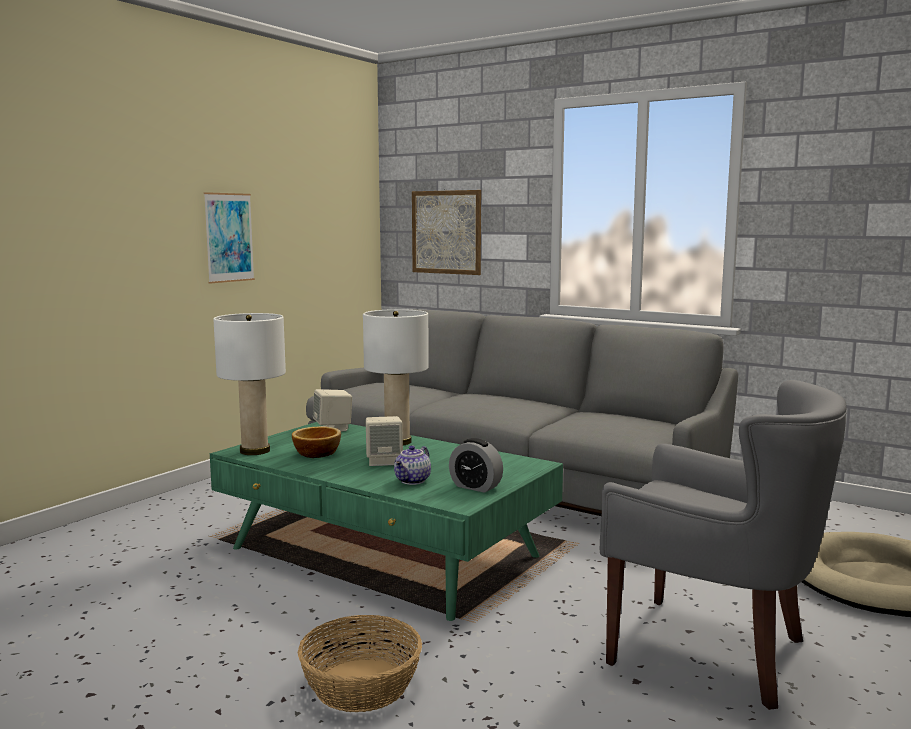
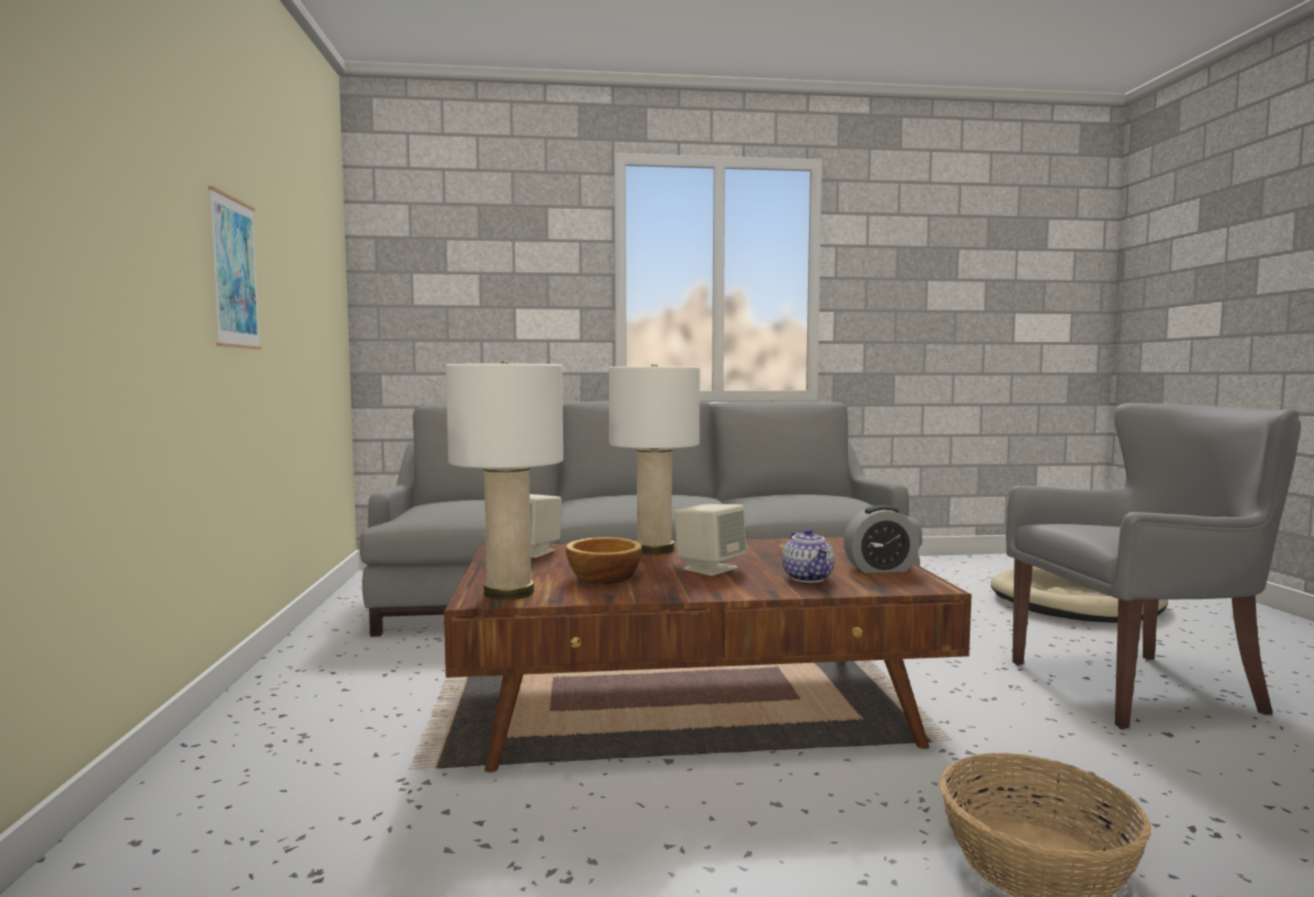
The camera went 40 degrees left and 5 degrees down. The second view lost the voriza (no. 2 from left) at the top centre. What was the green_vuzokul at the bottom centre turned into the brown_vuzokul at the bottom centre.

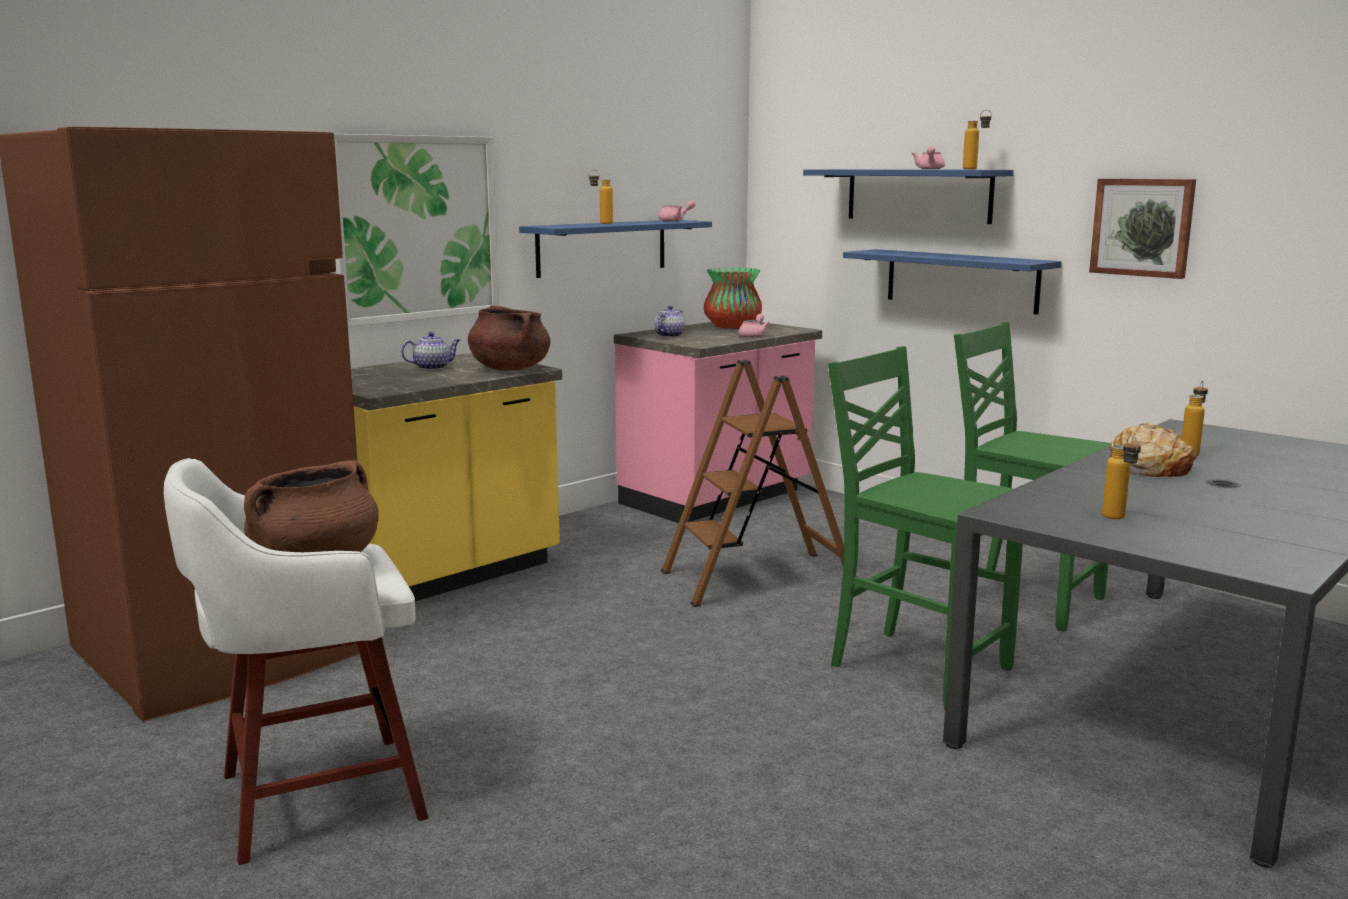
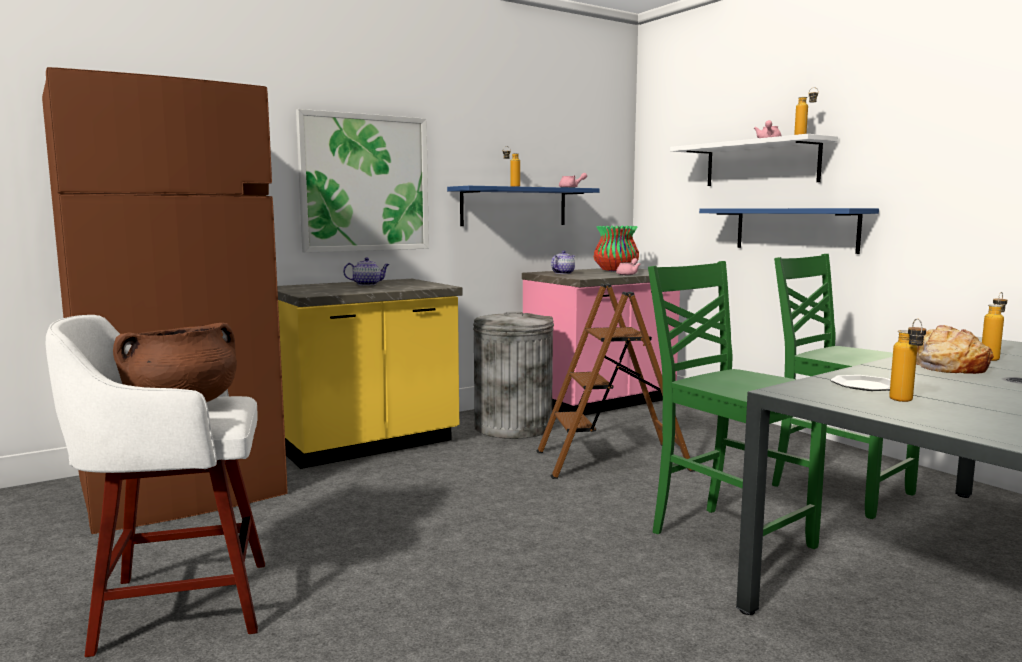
The camera went 10 degrees right and 5 degrees down. What was the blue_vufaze (no. 2 from left) at the top right turned into the white_vufaze at the top right. The second view lost the voriza (no. 2 from left) at the top right. The second view lost the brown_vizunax (no. 2 from left) at the centre. The second view gained the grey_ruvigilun at the centre. The second view gained the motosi at the middle right.

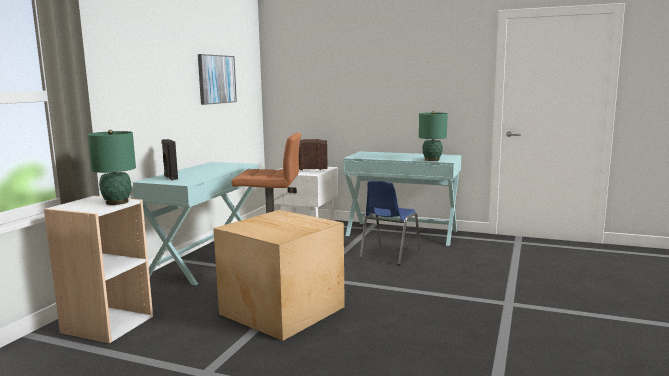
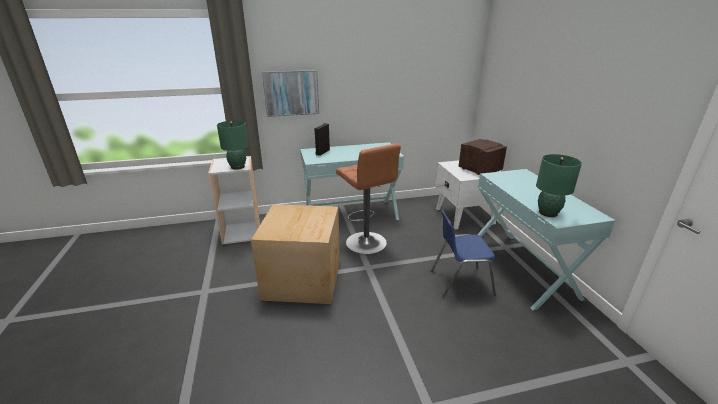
The camera went 55 degrees right and 15 degrees up. The voriza ended up elsewhere, having gone from the top left to the top centre.

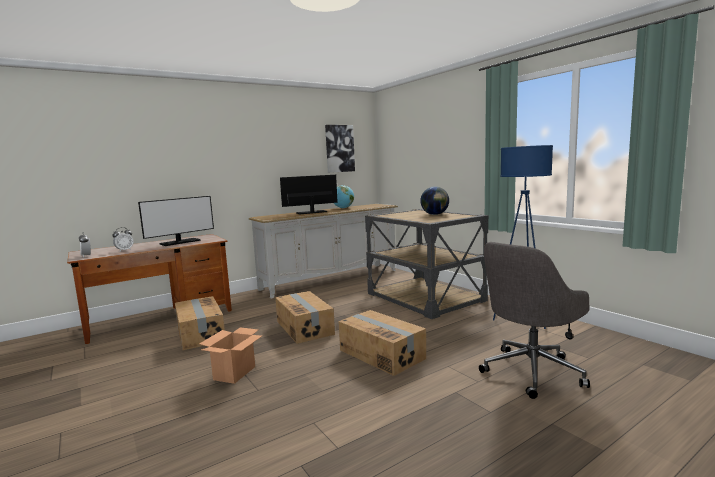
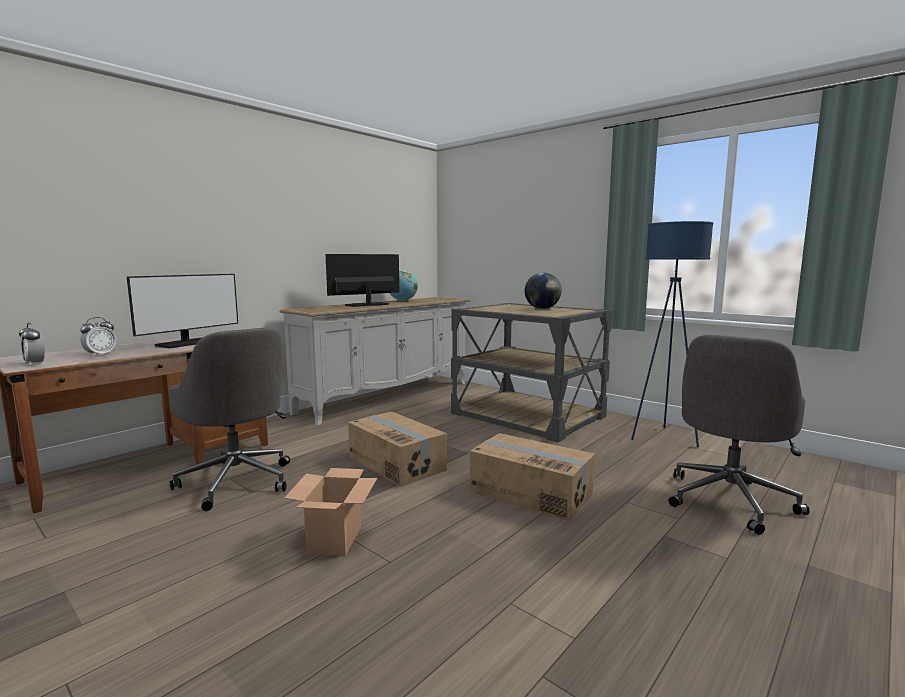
The camera went 15 degrees left and 0 degrees up. The second view lost the voriza at the top centre. Where the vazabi (no. 1 from left) stood at the bottom left, the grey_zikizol (no. 1 from left) came to stand at the middle left.

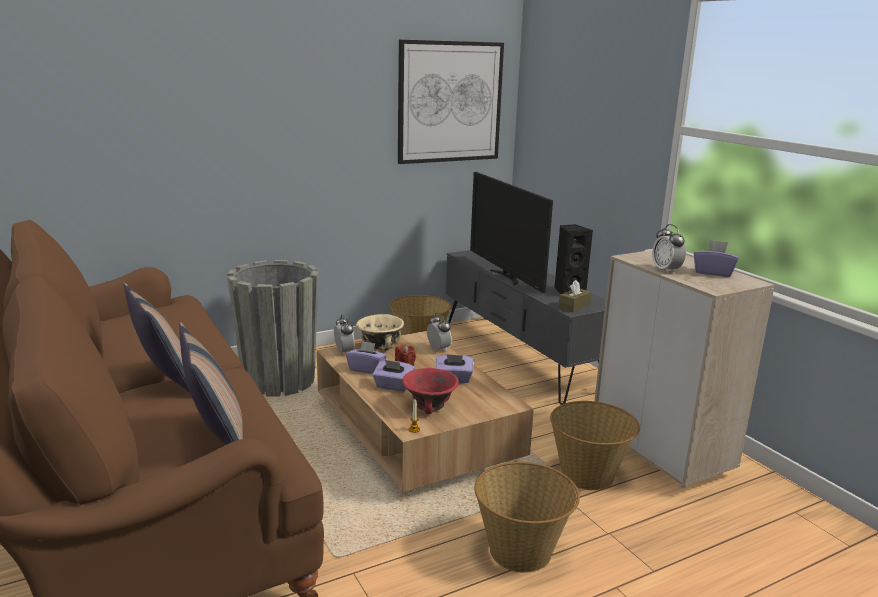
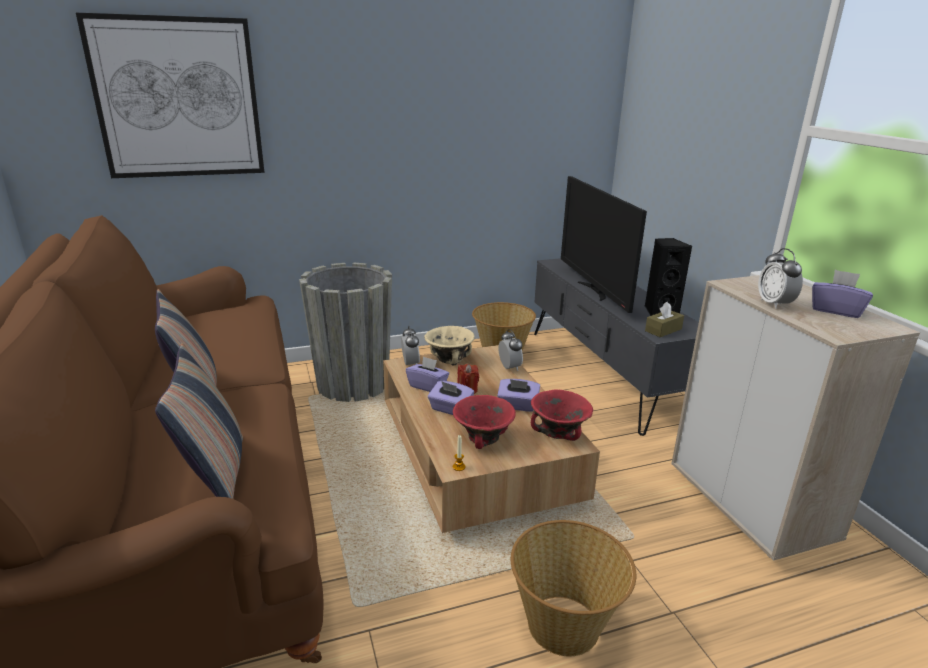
The camera went 10 degrees right and 5 degrees up. The voriza ended up elsewhere, having gone from the top centre to the top left. The second view lost the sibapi (no. 3 from left) at the bottom right. The second view gained the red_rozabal (no. 2 from left) at the centre.

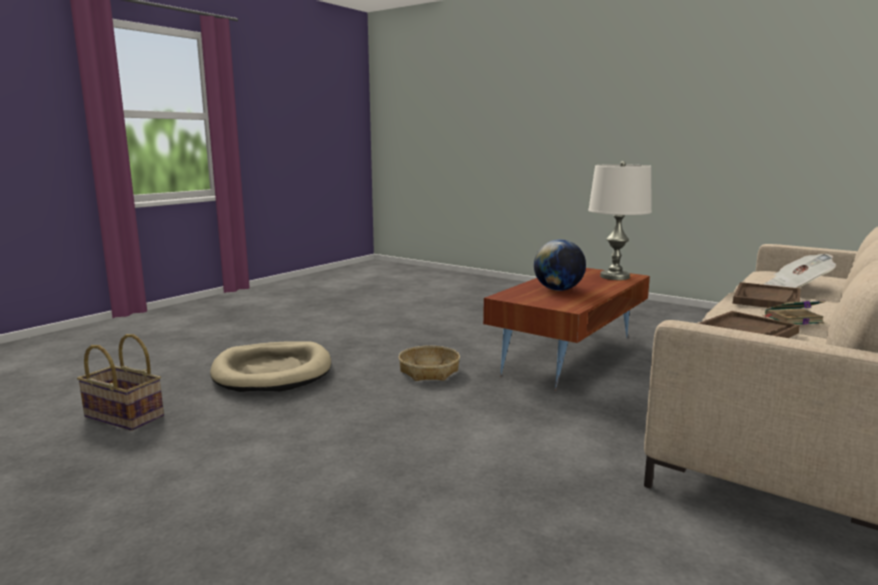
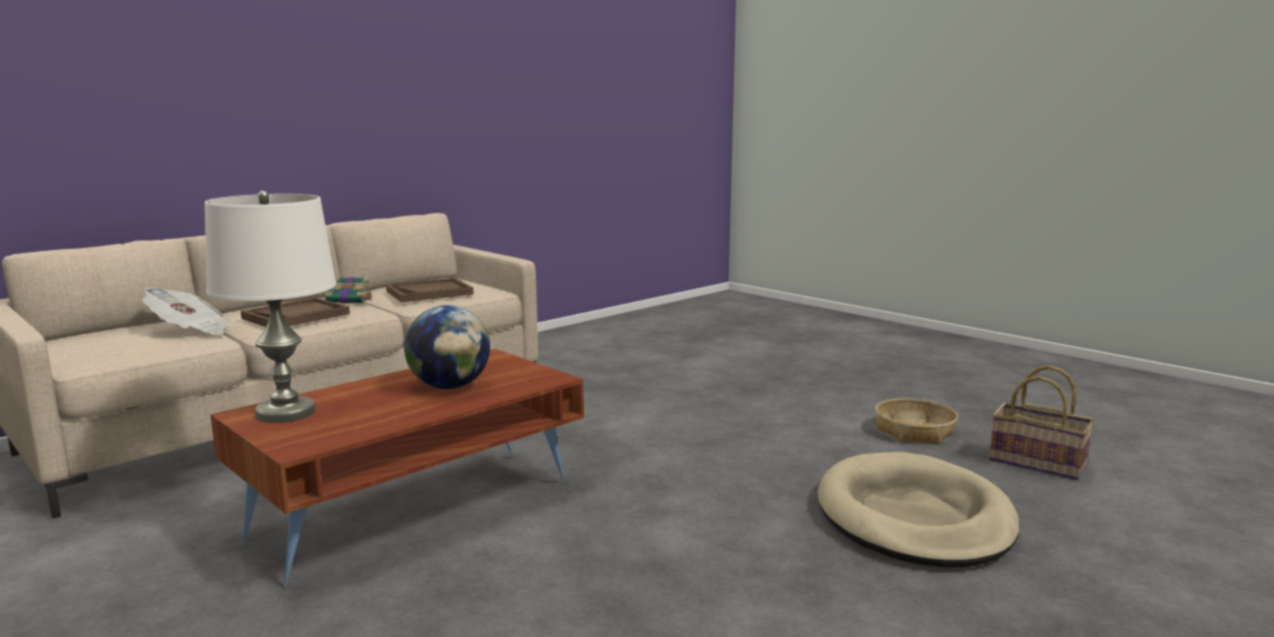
The camera went 170 degrees left and 0 degrees up. The sibapi (no. 2 from left in the first image) ended up elsewhere, having gone from the centre to the middle right.

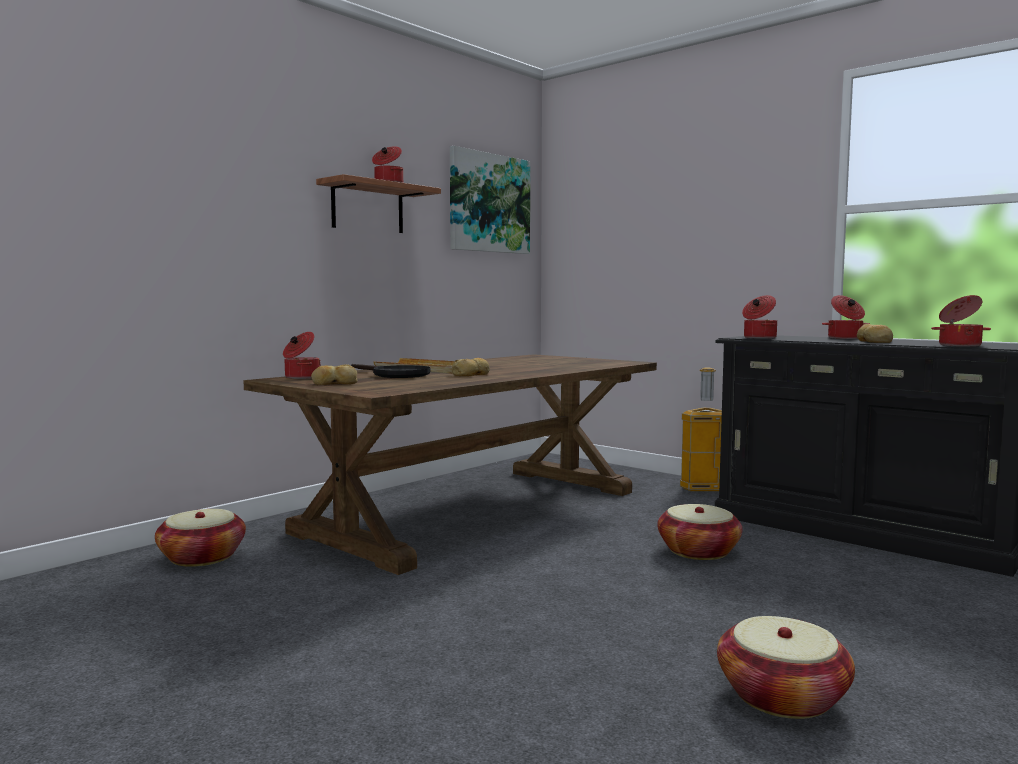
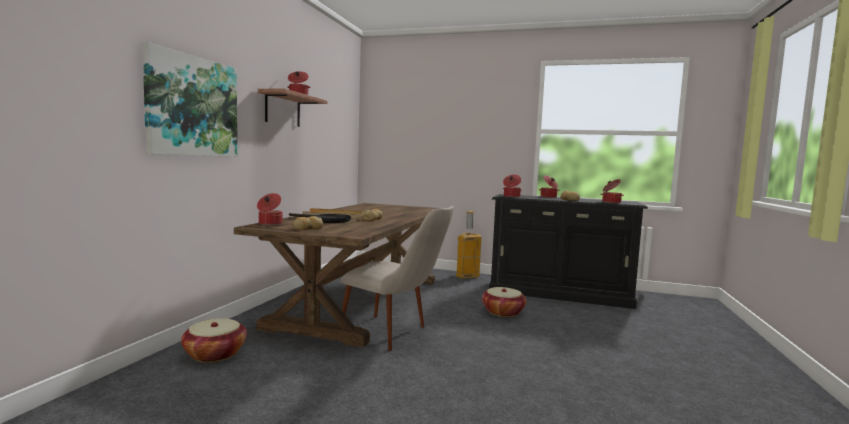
The camera went 25 degrees left and 0 degrees up. The voriza ended up elsewhere, having gone from the top centre to the top left. The second view lost the sibapi (no. 3 from left) at the bottom right. The second view gained the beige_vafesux at the centre.

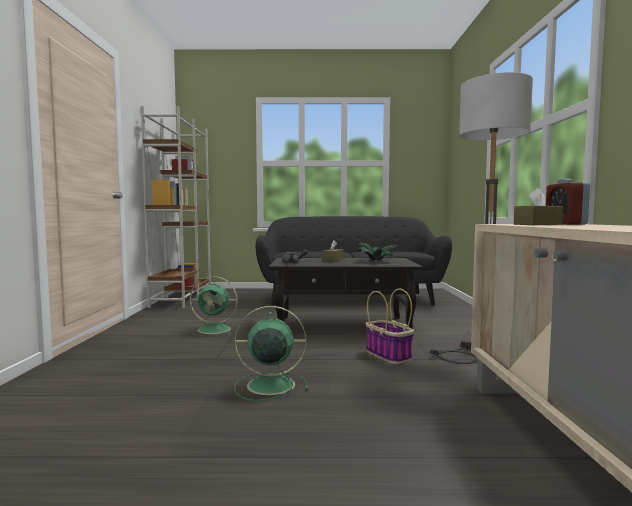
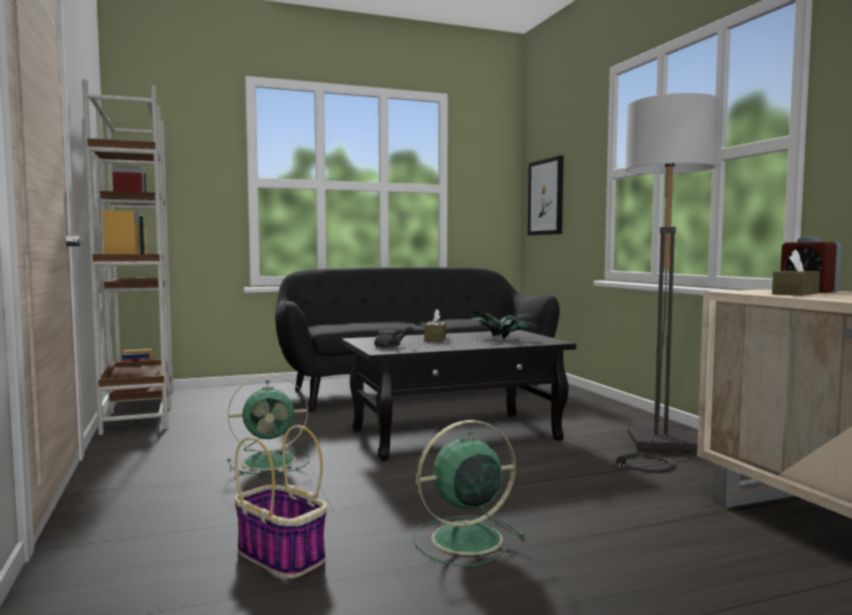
The camera went 20 degrees left and 0 degrees up. The sibapi ended up elsewhere, having gone from the centre to the bottom left. The second view gained the voriza at the top centre.

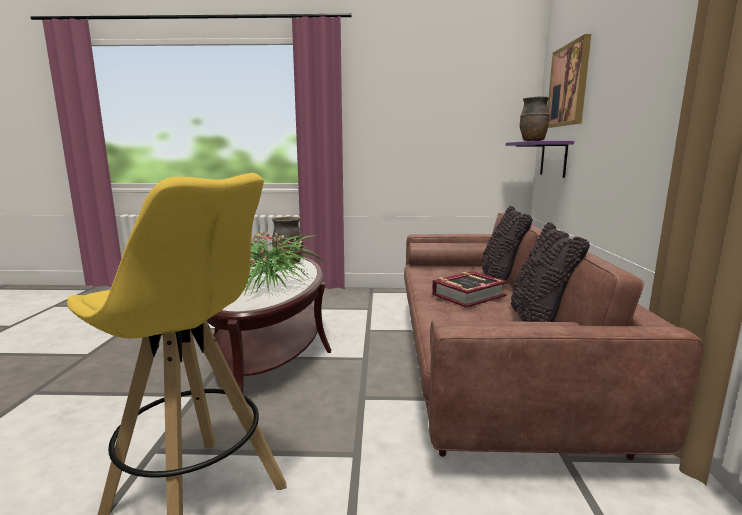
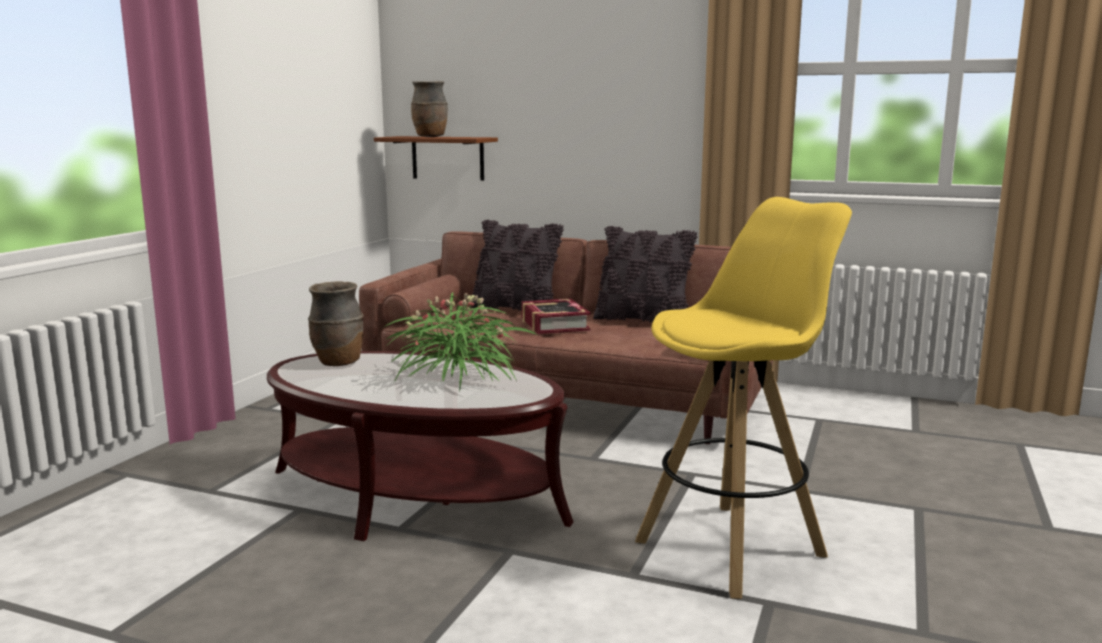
The camera went 70 degrees left and 0 degrees up. The second view lost the voriza at the top right. What was the purple_vufaze at the top right turned into the brown_vufaze at the top centre.

